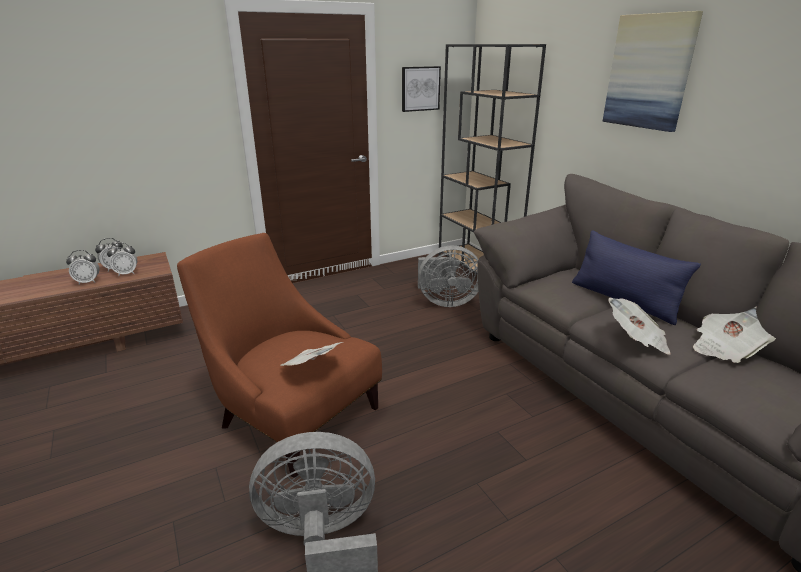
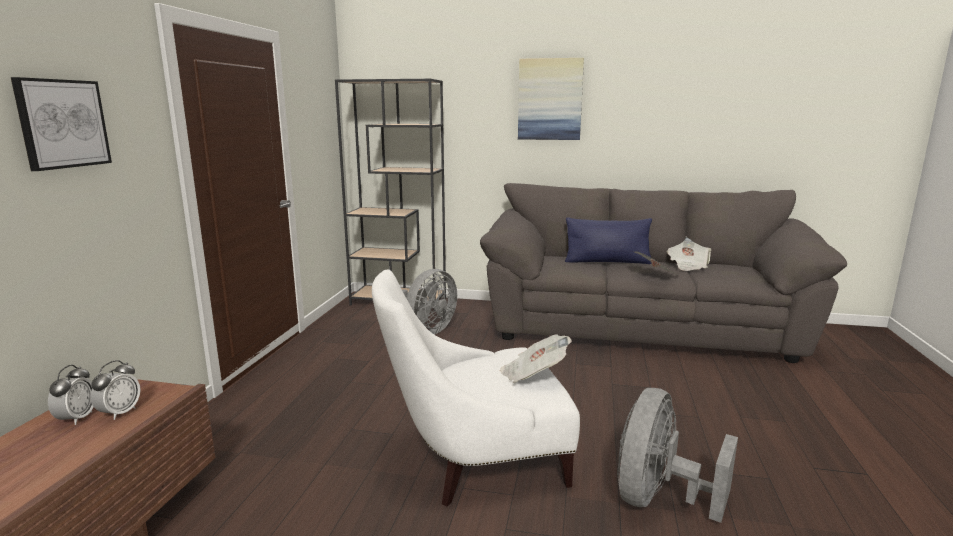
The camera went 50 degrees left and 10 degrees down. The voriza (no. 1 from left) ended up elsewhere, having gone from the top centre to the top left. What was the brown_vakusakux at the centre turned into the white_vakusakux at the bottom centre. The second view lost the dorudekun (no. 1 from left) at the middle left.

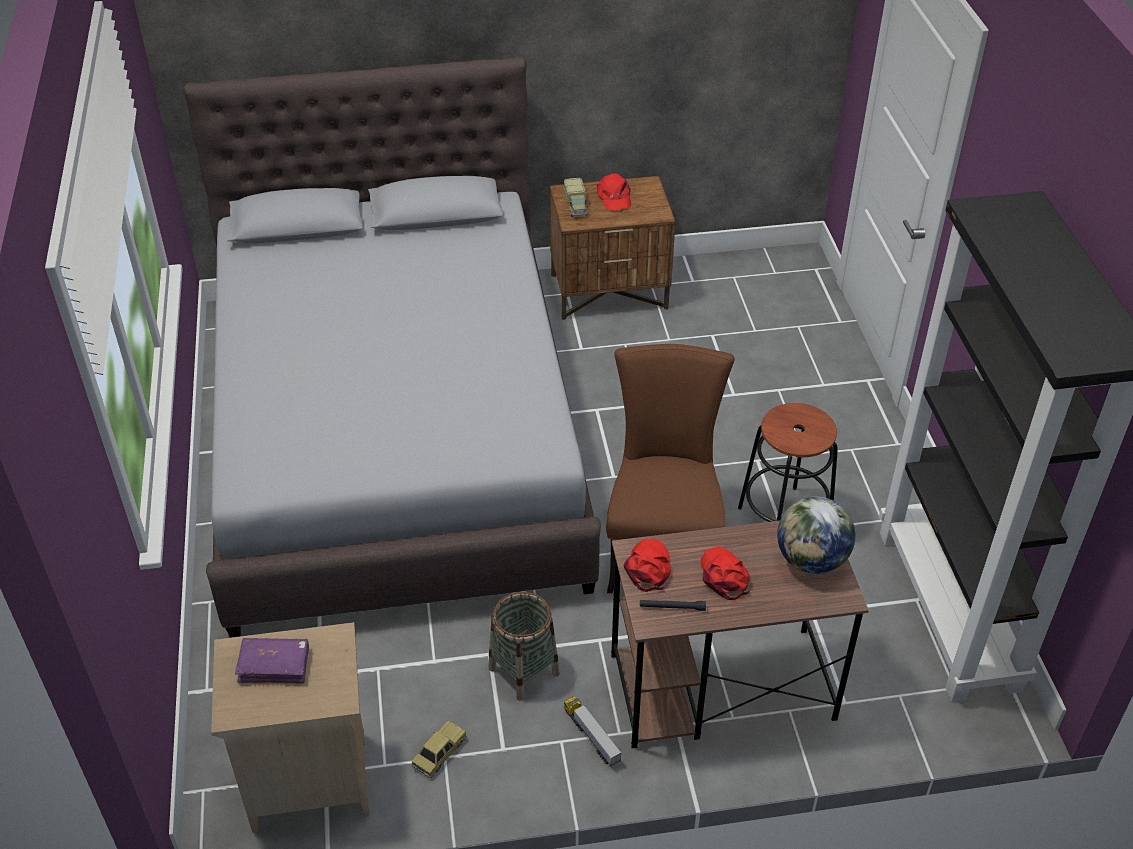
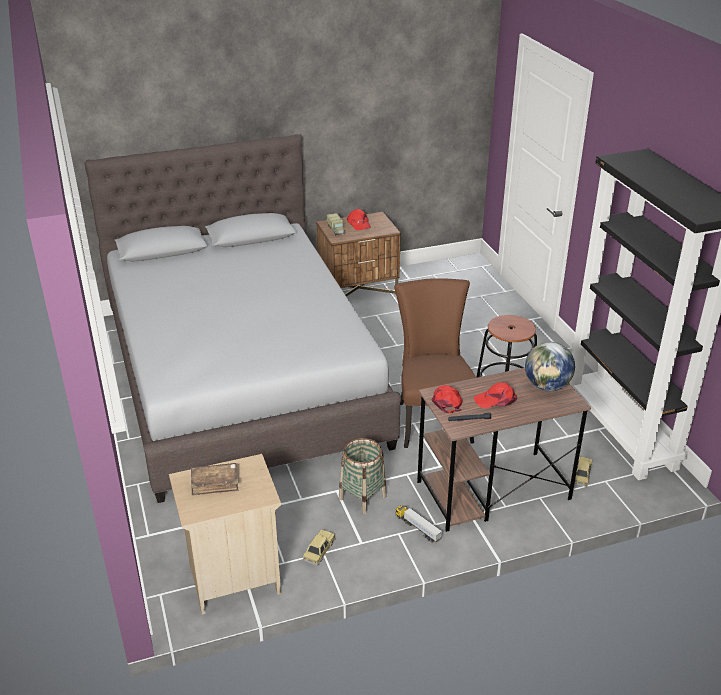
The camera went 10 degrees left and 10 degrees down. The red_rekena (no. 3 from left) at the bottom centre ended up facing another way, 75 degrees counterclockwise from before. What was the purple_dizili at the bottom left turned into the brown_dizili at the bottom left. The second view gained the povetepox (no. 2 from left) at the bottom right.

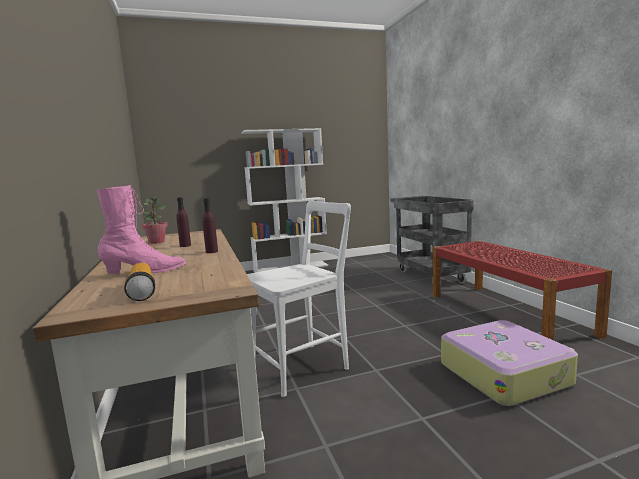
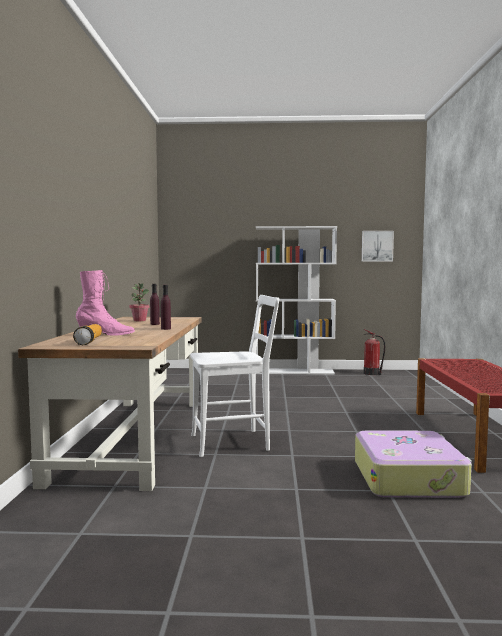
The camera went 20 degrees right and 5 degrees down. The second view lost the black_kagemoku at the middle right. The second view gained the voriza at the middle right. The second view gained the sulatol at the middle right.

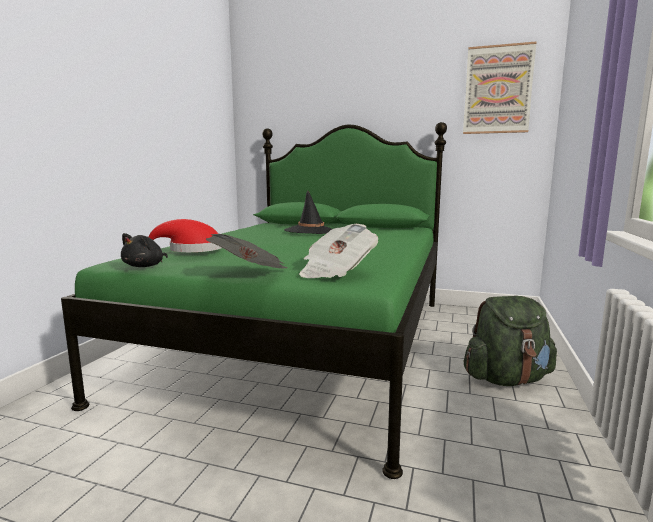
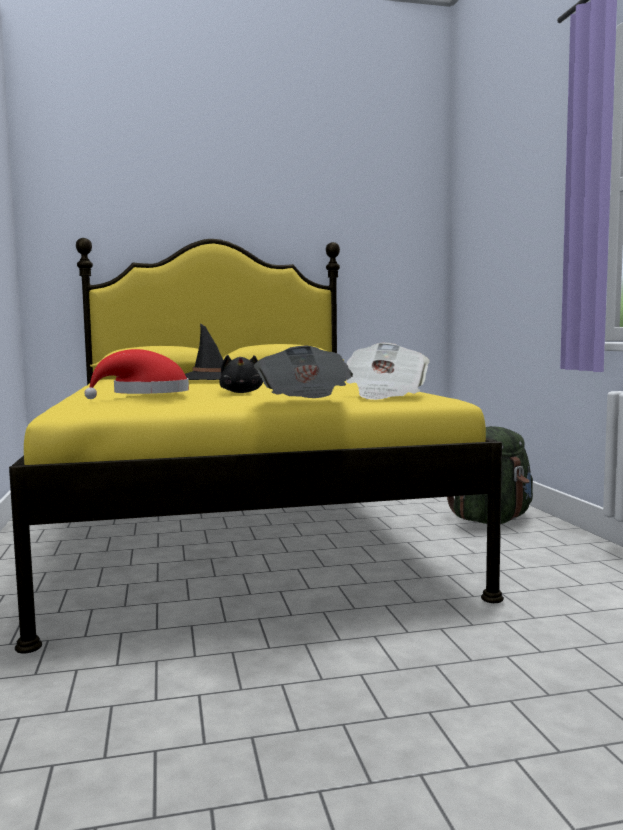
The camera went 30 degrees left and 5 degrees down. The second view lost the voriza at the top right. What was the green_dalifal at the centre turned into the yellow_dalifal at the centre. The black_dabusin ended up elsewhere, having gone from the middle left to the centre.

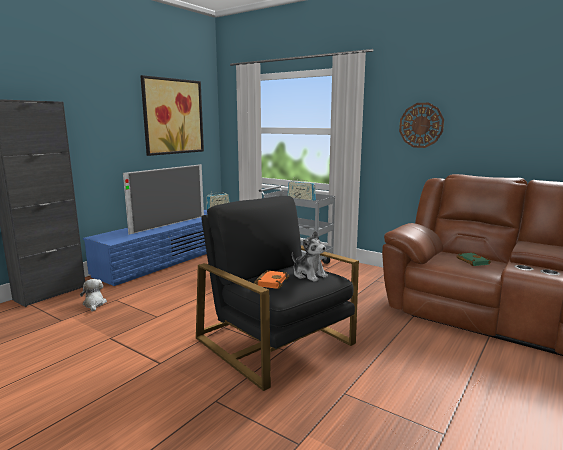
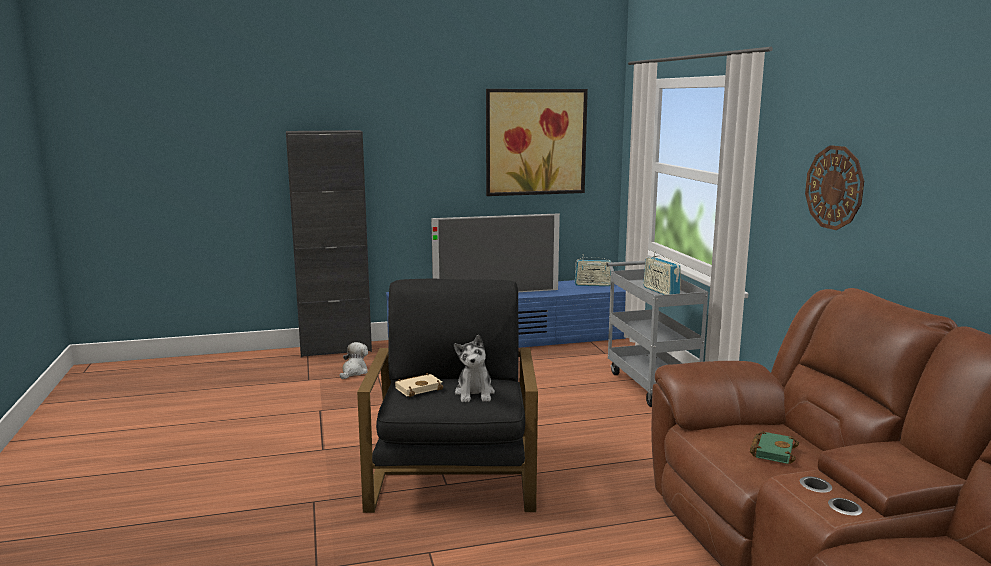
The camera went 40 degrees right and 0 degrees up. What was the orange_dizili at the centre turned into the beige_dizili at the bottom centre.

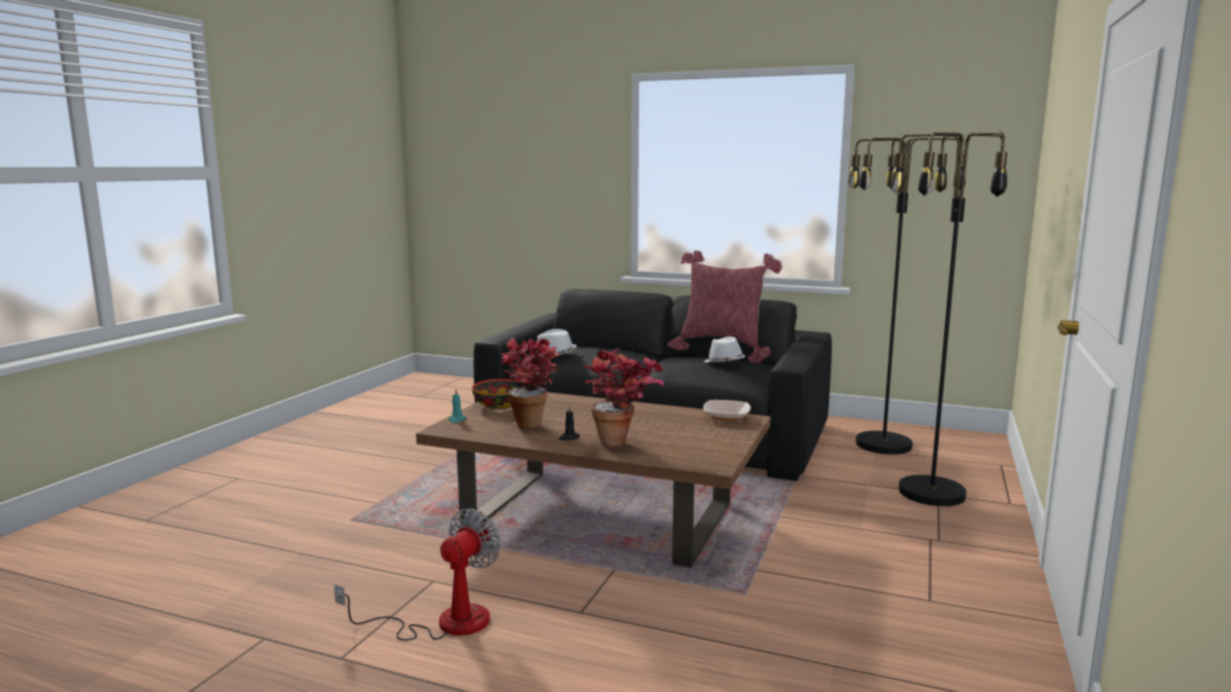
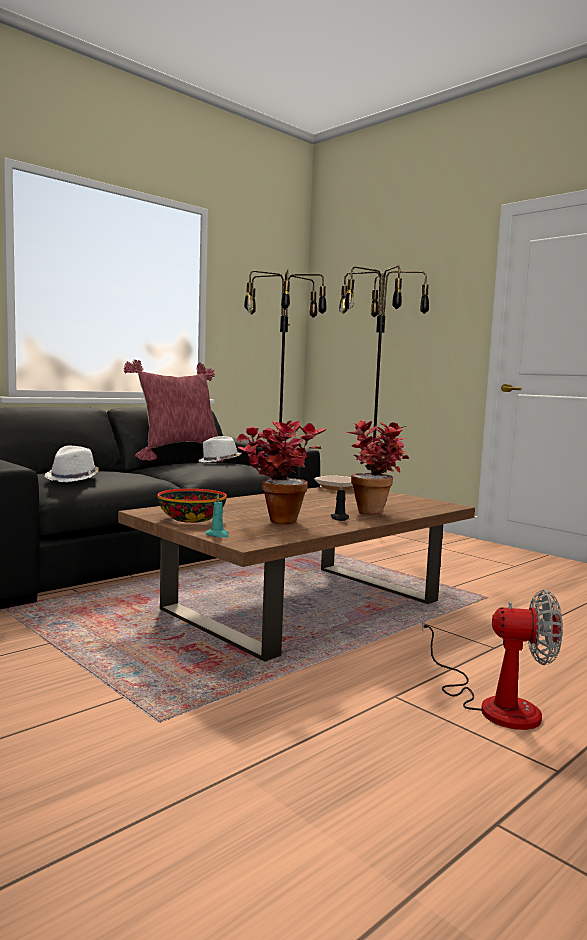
The camera went 65 degrees left and 5 degrees down. The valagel at the bottom centre ended up facing another way, 135 degrees clockwise from before.

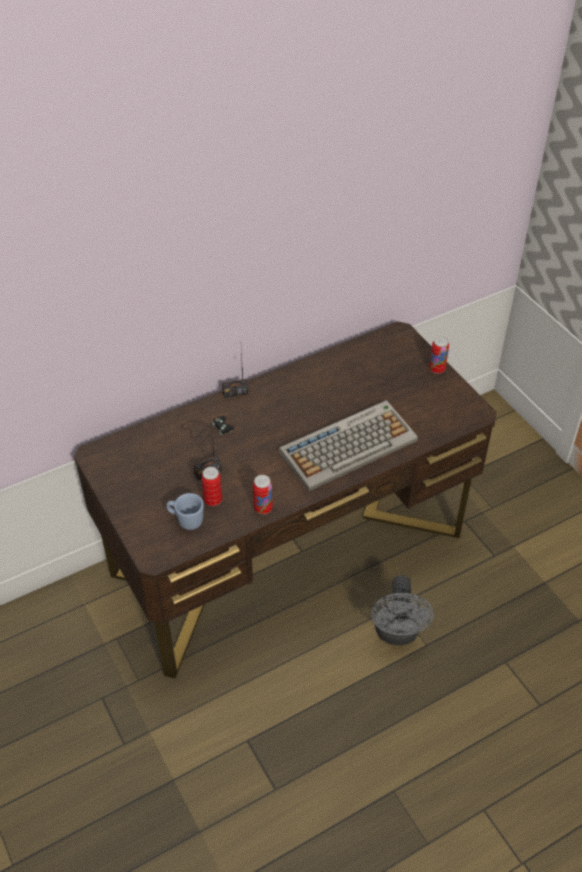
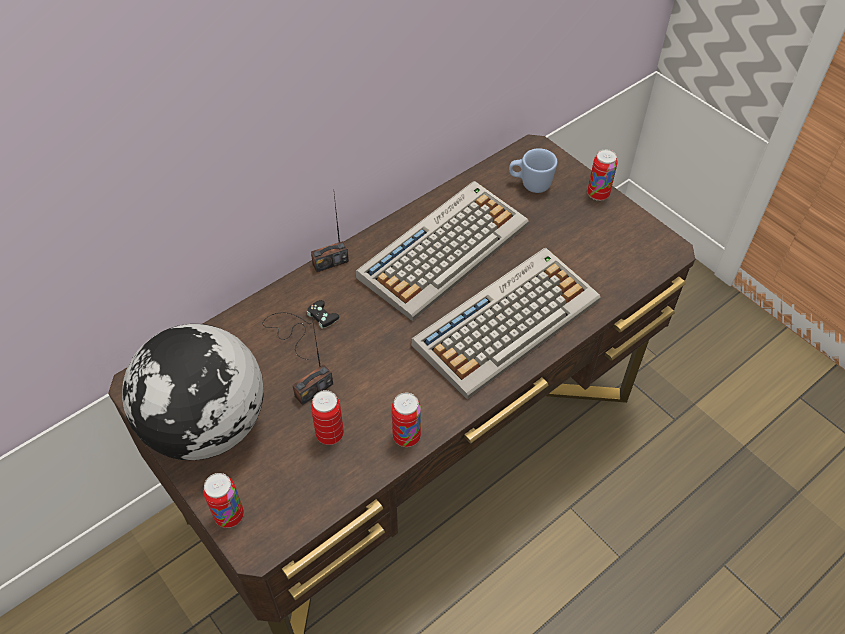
The camera went 10 degrees left and 5 degrees up. The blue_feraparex ended up elsewhere, having gone from the middle left to the top centre. The second view lost the grey_valagel at the bottom right. The second view gained the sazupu (no. 1 from left) at the centre. The second view gained the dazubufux at the middle left. The second view gained the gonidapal (no. 1 from left) at the bottom left.

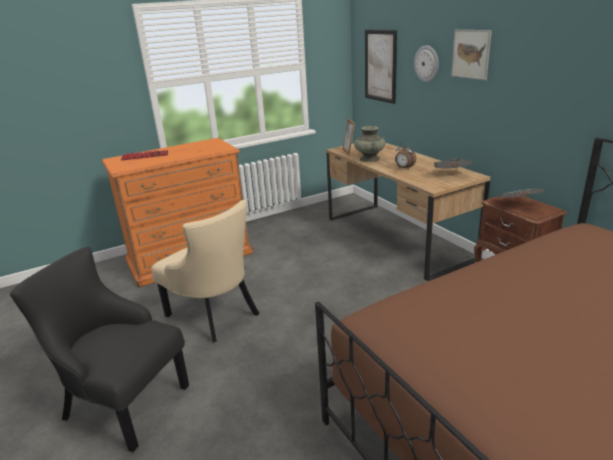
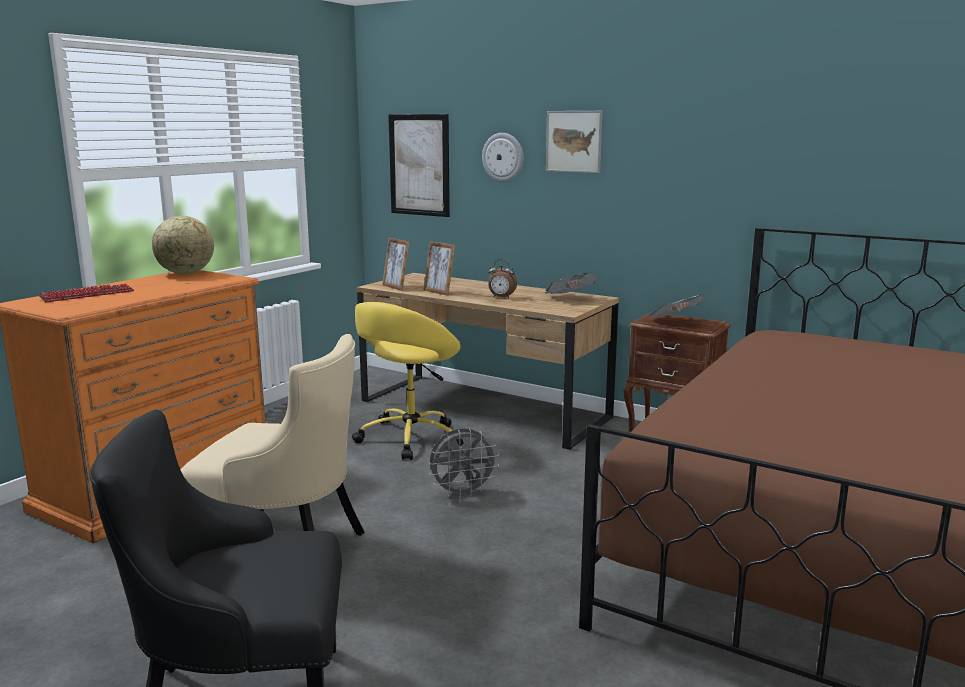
The camera went 30 degrees left and 10 degrees down. Where the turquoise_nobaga stood at the top centre, the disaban (no. 2 from left) came to stand at the centre. The second view gained the dazubufux at the middle left. The second view gained the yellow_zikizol at the centre. The second view gained the grey_valagel at the bottom centre.

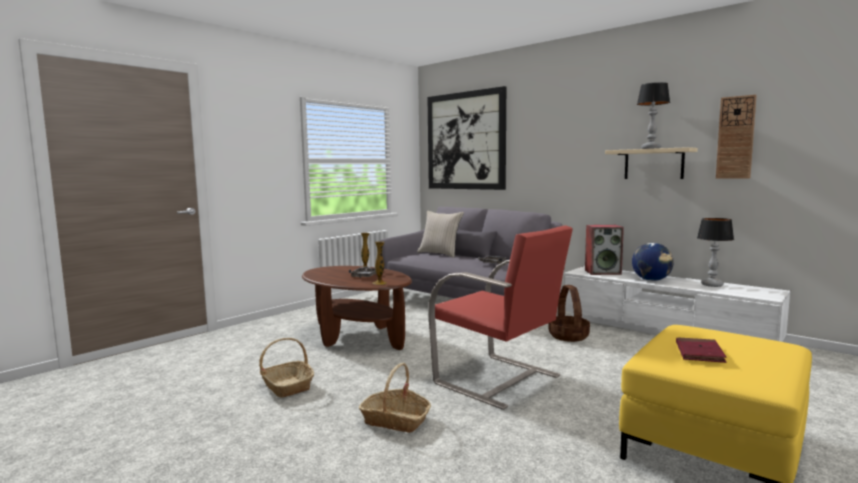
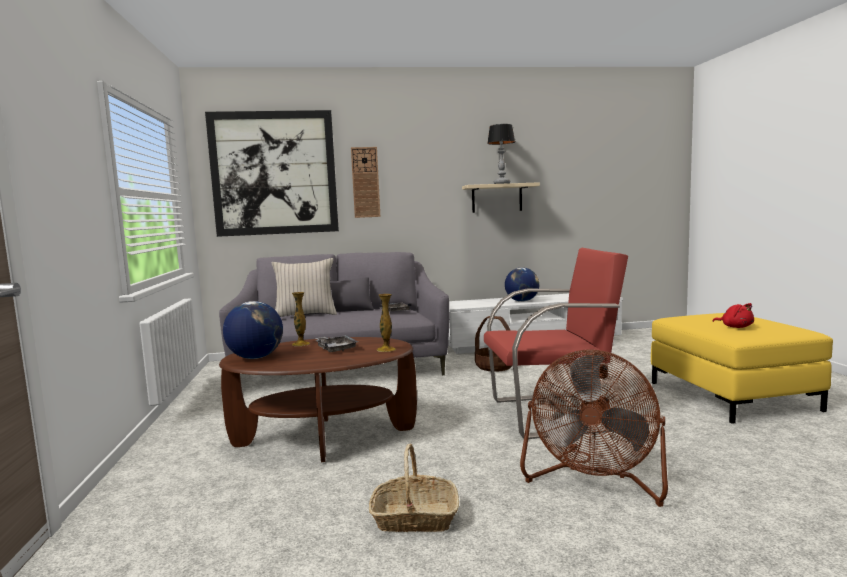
The camera went 50 degrees left and 0 degrees up. The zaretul ended up elsewhere, having gone from the top right to the top centre. The second view lost the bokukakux (no. 2 from left) at the middle right. The second view lost the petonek at the middle right. Where the red_dizili stood at the bottom right, the red_dabusin came to stand at the middle right. Where the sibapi (no. 2 from left) stood at the bottom centre, the brown_valagel came to stand at the bottom right. The second view gained the dazubufux (no. 1 from left) at the middle left.

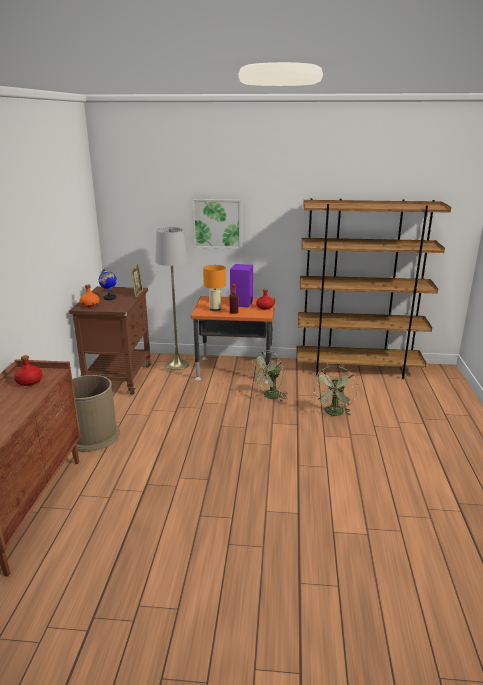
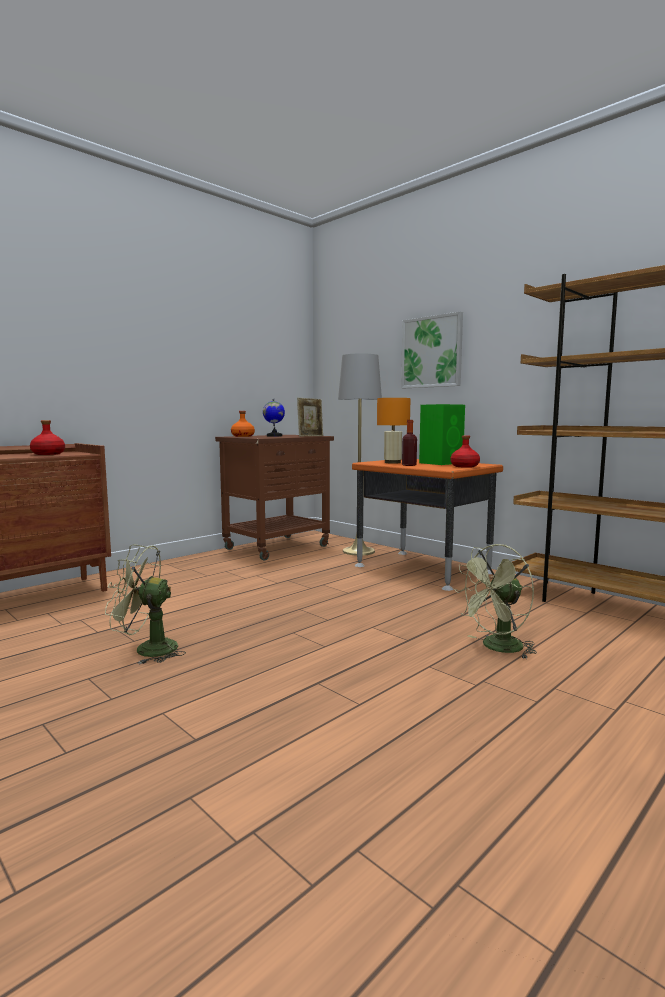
The camera went 40 degrees right and 15 degrees down. What was the purple_petonek at the centre turned into the green_petonek at the centre. The green_valagel (no. 1 from left) ended up elsewhere, having gone from the centre to the middle left. The second view lost the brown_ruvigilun at the middle left.

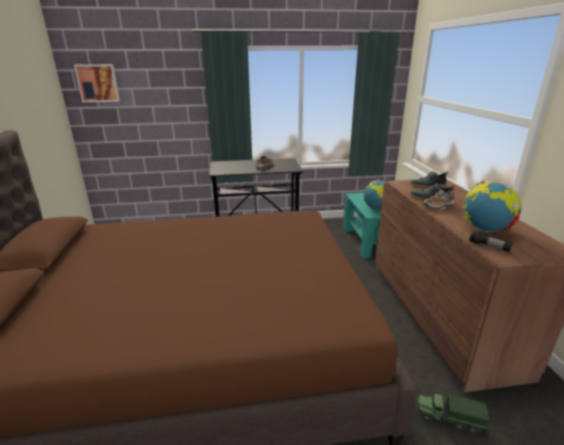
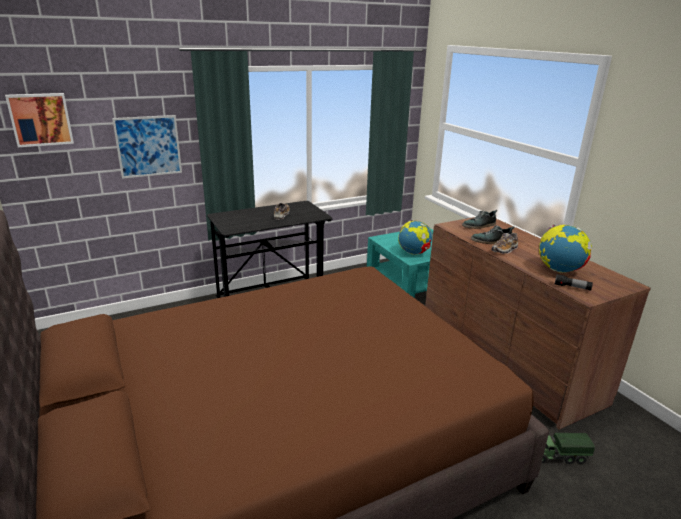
The camera went 20 degrees left and 0 degrees up. The second view gained the voriza (no. 2 from left) at the top left.

